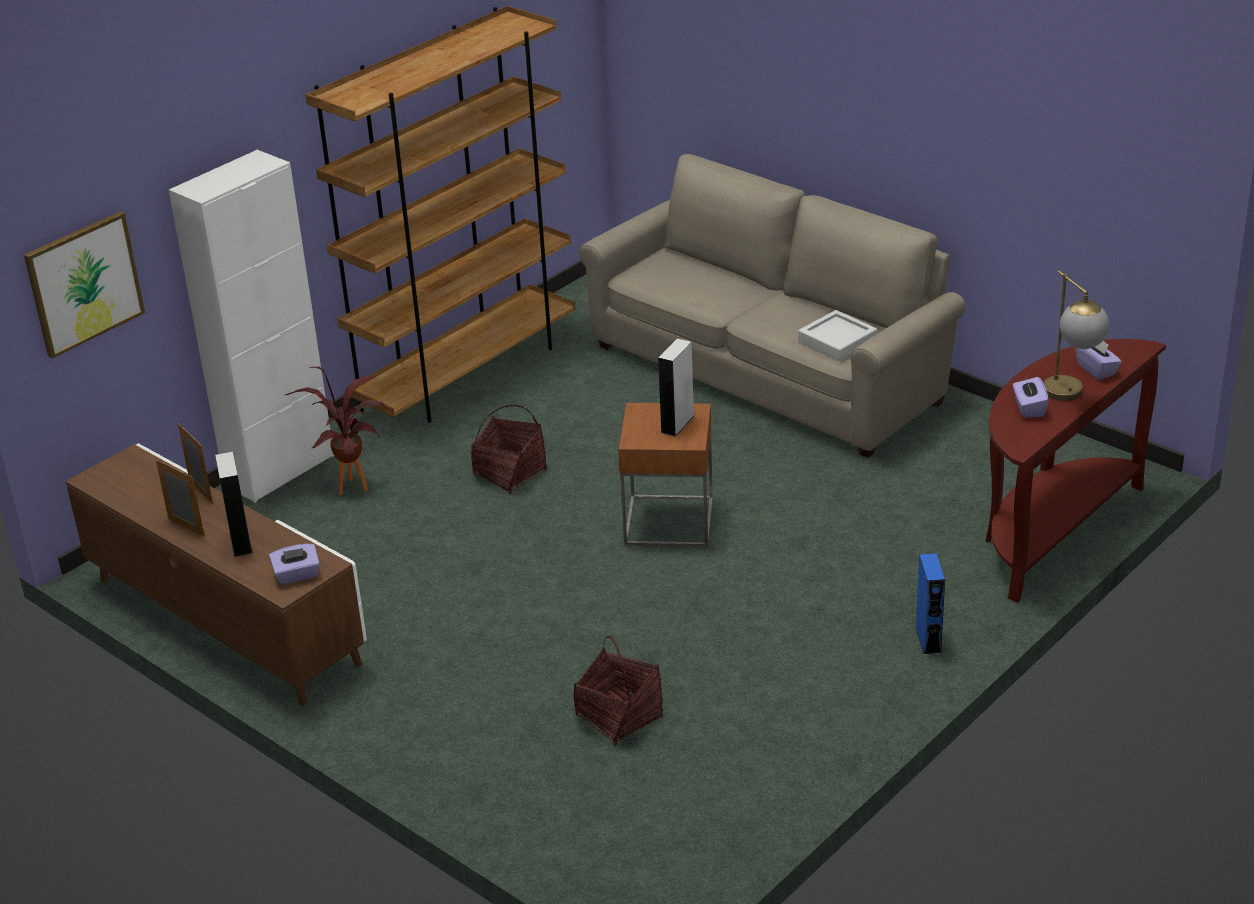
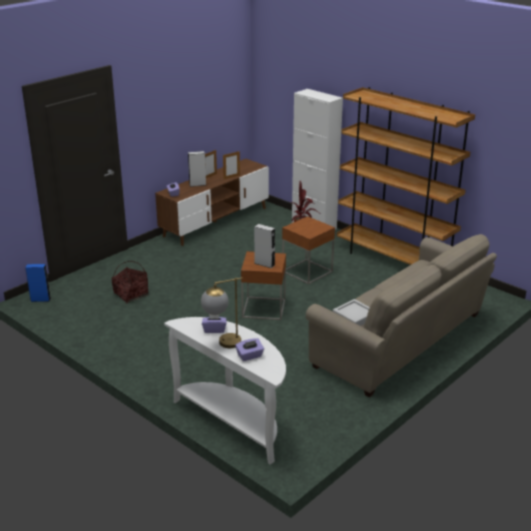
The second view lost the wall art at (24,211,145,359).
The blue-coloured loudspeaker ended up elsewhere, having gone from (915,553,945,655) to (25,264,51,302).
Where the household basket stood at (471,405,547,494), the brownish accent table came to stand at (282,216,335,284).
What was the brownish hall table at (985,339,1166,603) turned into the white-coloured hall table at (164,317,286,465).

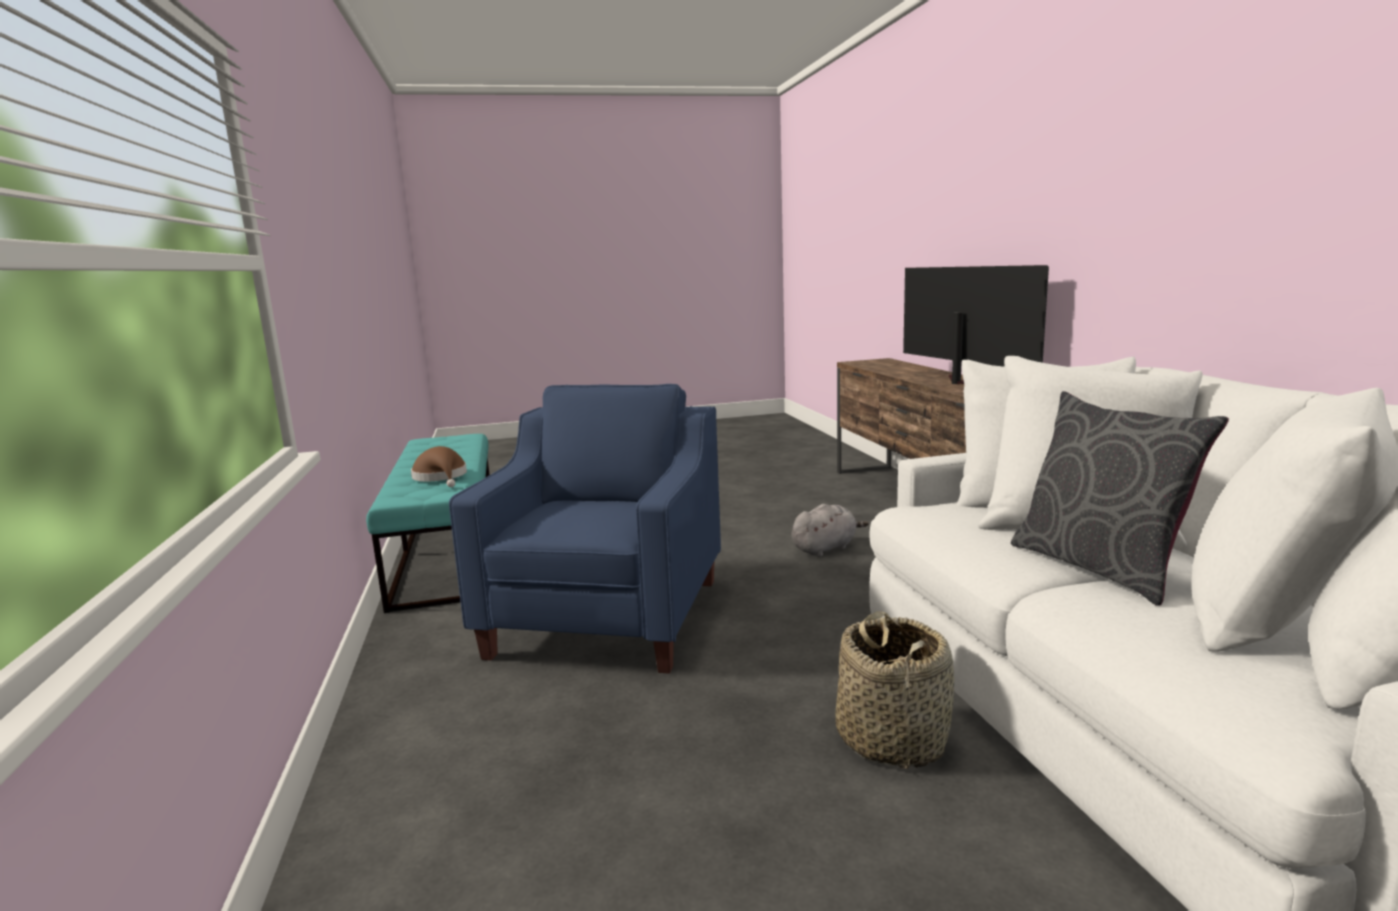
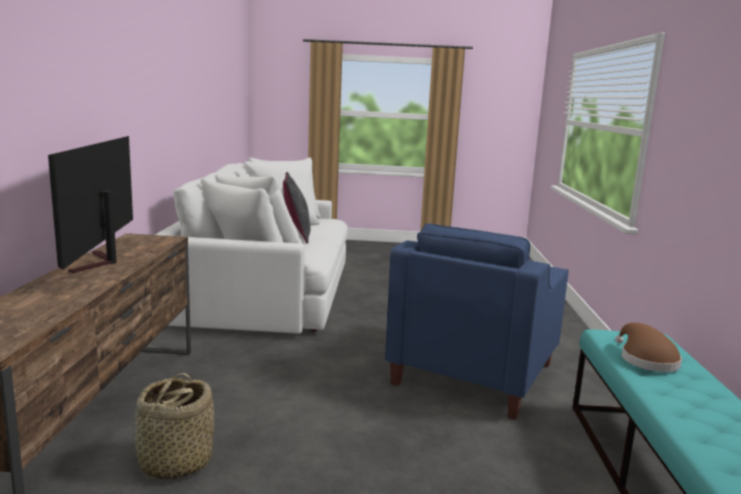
The second view lost the greyish cuddly toy at (792,504,869,557).
The household basket ended up elsewhere, having gone from (836,611,954,769) to (135,373,214,479).

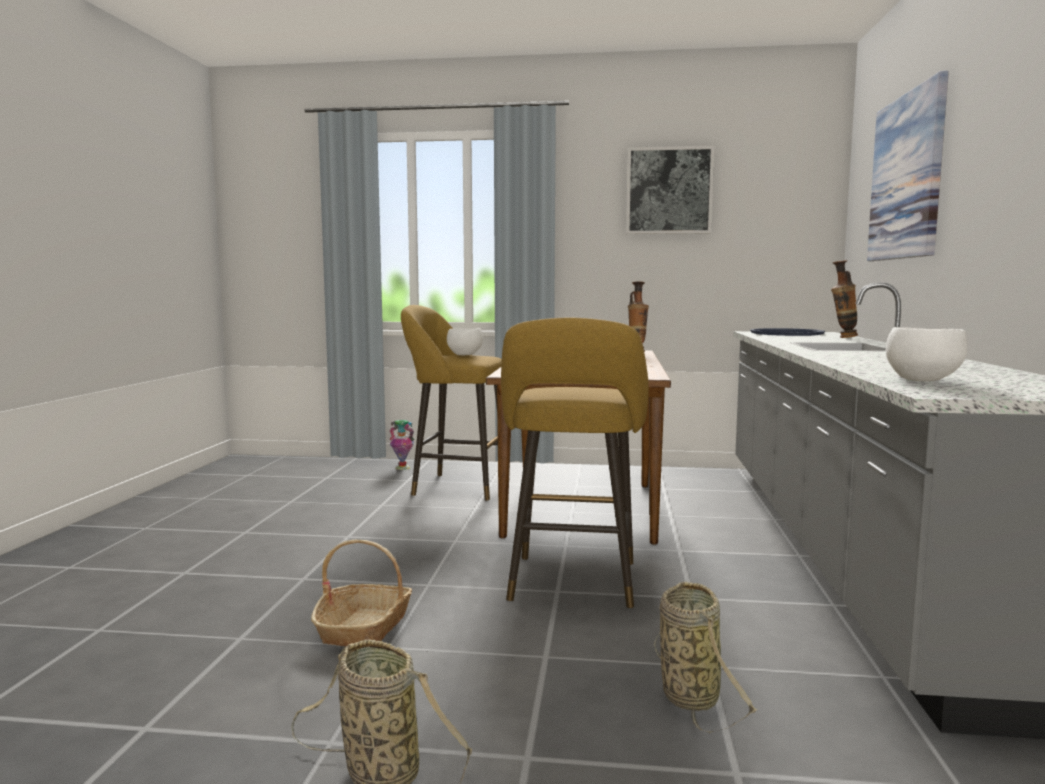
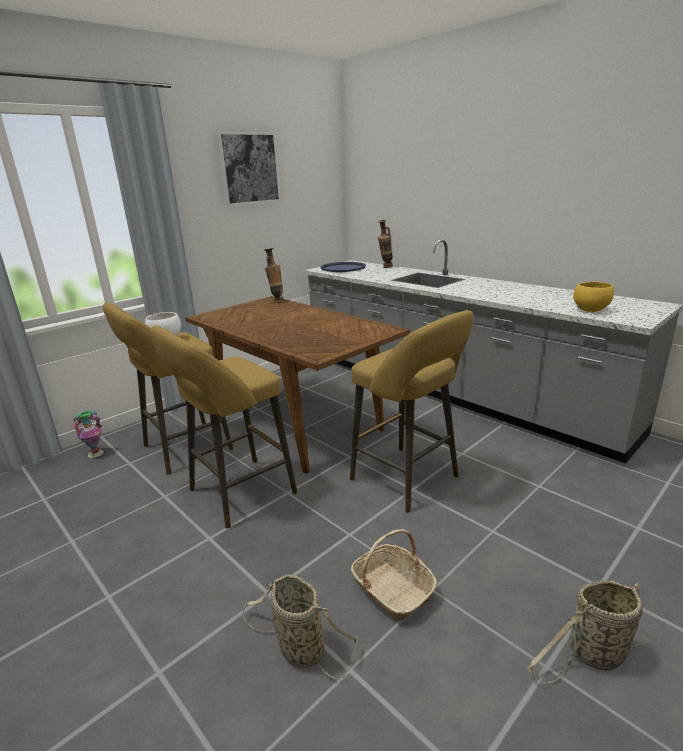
The second view lost the wall art at (867,71,949,261).
The second view gained the yellowish stool at (150,326,297,529).
The household basket ended up elsewhere, having gone from (654,582,757,733) to (243,574,357,679).
What was the white-coloured deep dish at (886,327,967,381) turned into the yellowish deep dish at (573,282,614,312).

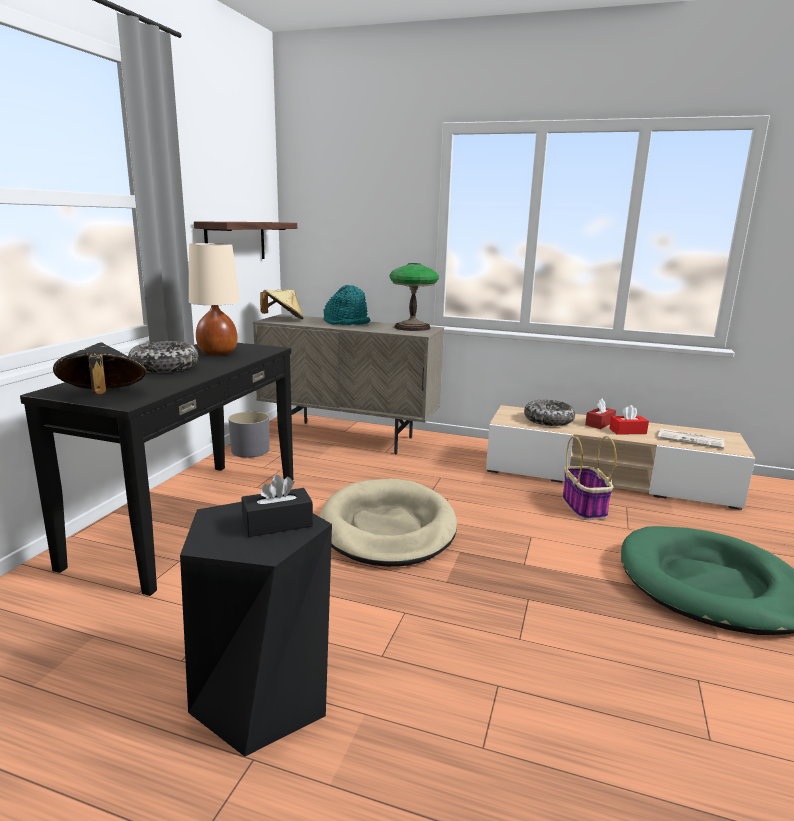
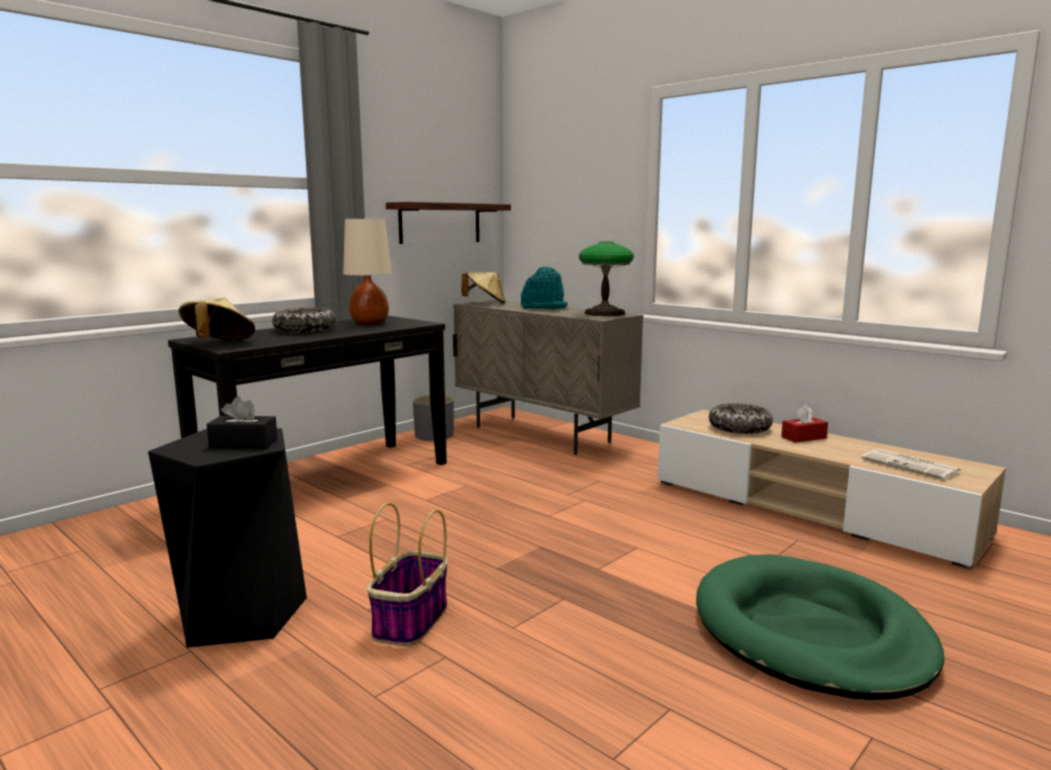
The second view lost the beige-coloured dog cushion at (319,479,457,567).
The second view lost the red-coloured box of tissues at (609,405,649,435).
The household basket ended up elsewhere, having gone from (562,436,616,520) to (367,503,448,646).
What was the blackish clothing hat at (53,342,147,394) turned into the beige-coloured clothing hat at (179,297,255,340).

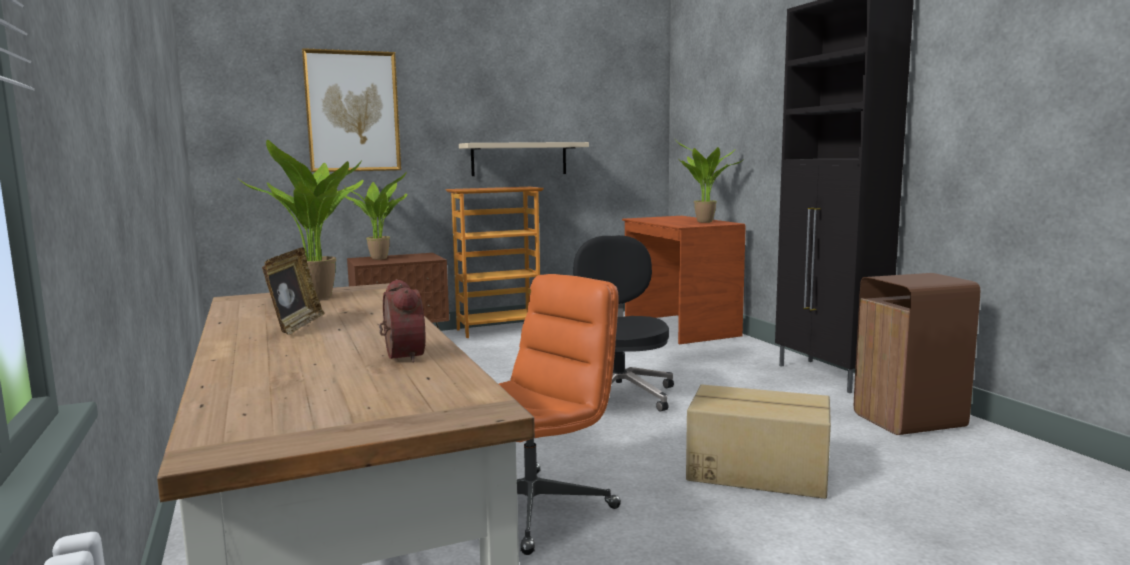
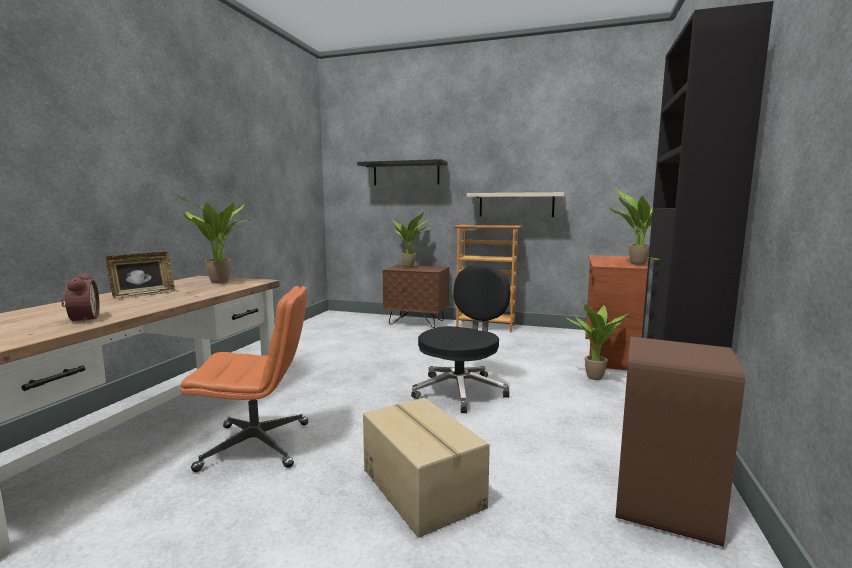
The second view gained the plant in a pot at (564,304,629,380).
Where the wall art hung at (302,48,401,172), the blackish bracket shelf came to hang at (357,159,447,185).
The bedside clock at (379,279,425,363) ended up facing another way, 45 degrees counterclockwise from before.

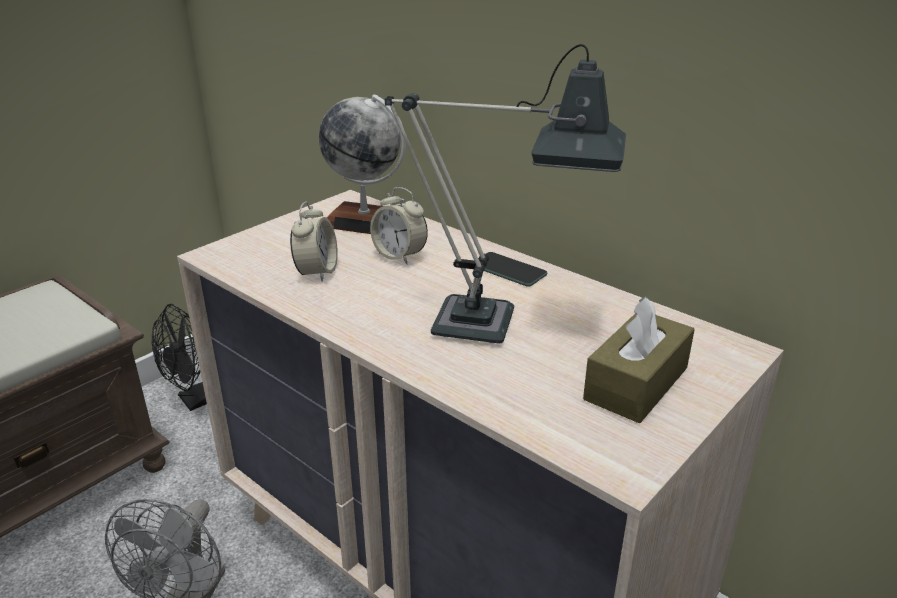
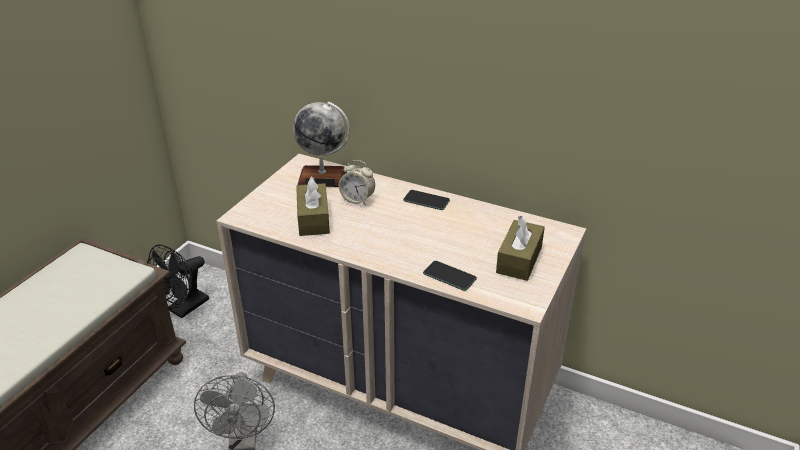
The second view lost the lamp for a table at (385,44,626,344).
The second view gained the handset at (423,261,477,291).
Where the bedside clock stood at (290,201,338,282), the brownish box of tissues came to stand at (296,177,330,236).

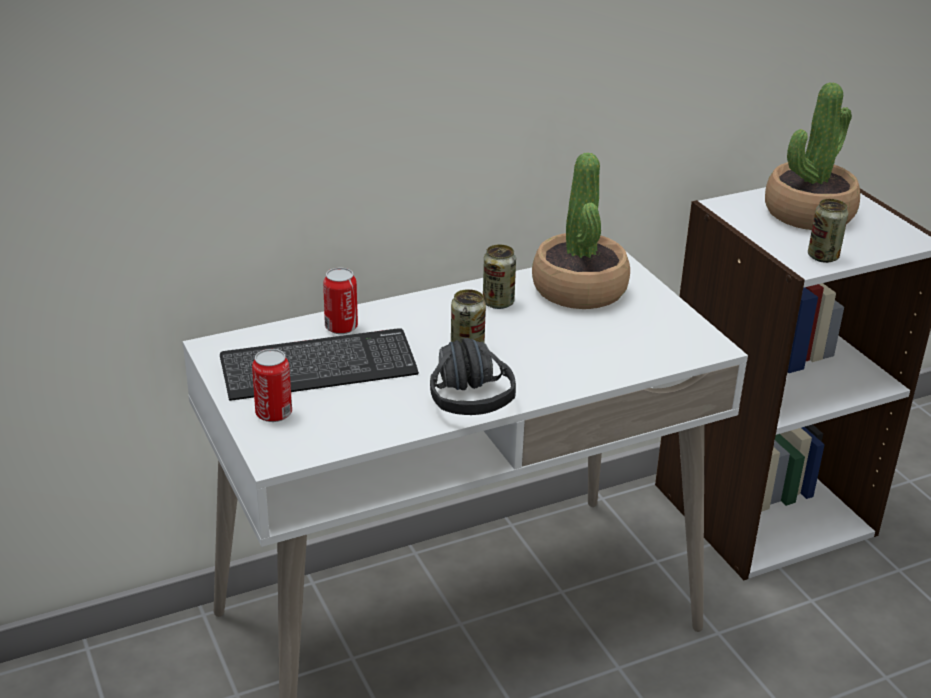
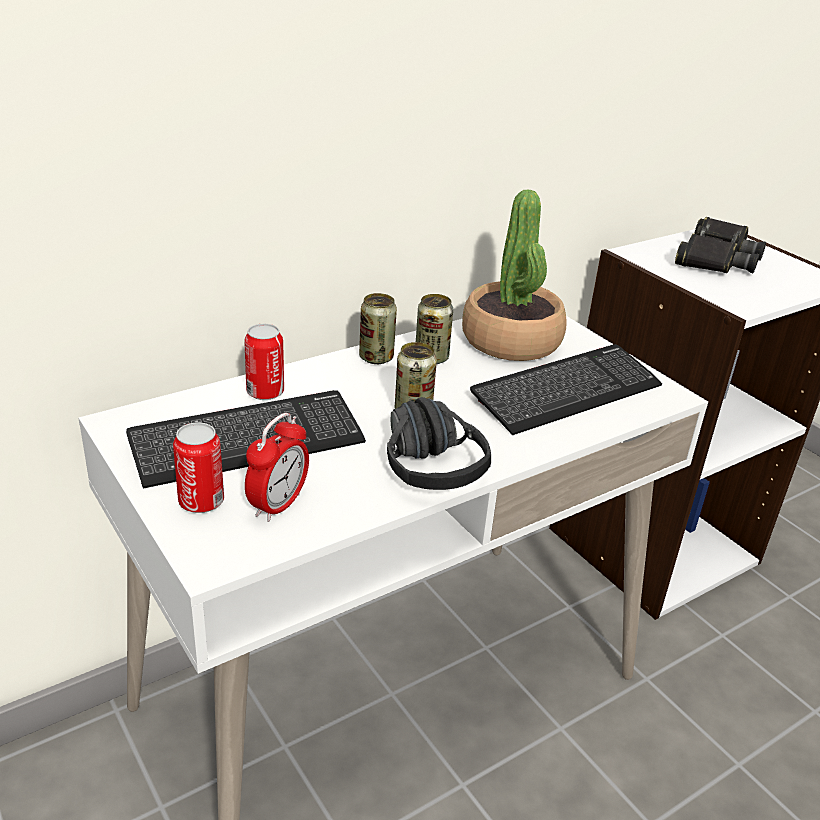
The second view gained the bedside clock at (245,413,309,522).
The second view gained the PC keyboard at (470,344,662,435).
The can ended up elsewhere, having gone from (808,199,848,263) to (359,293,397,364).
Where the plant in a pot stood at (765,82,860,230), the blackish pair of binoculars came to stand at (675,217,766,273).

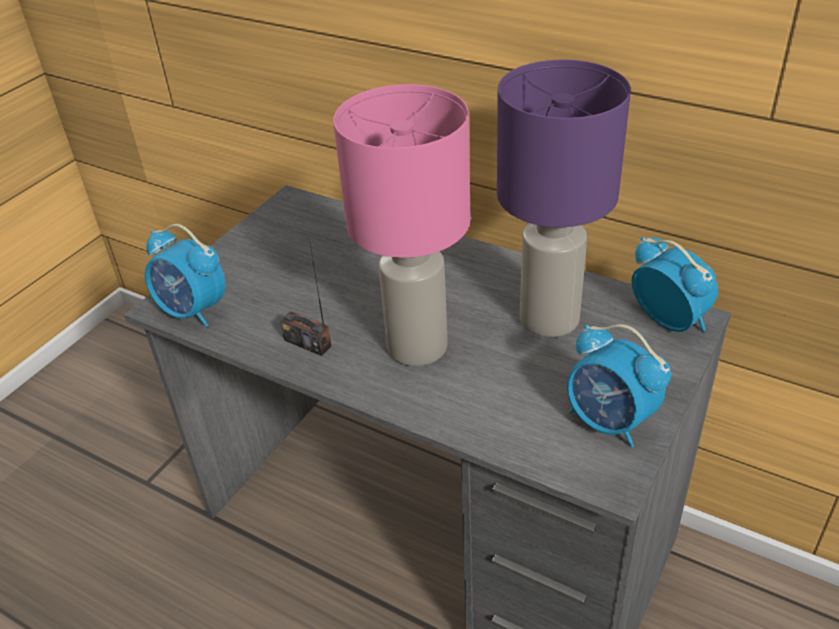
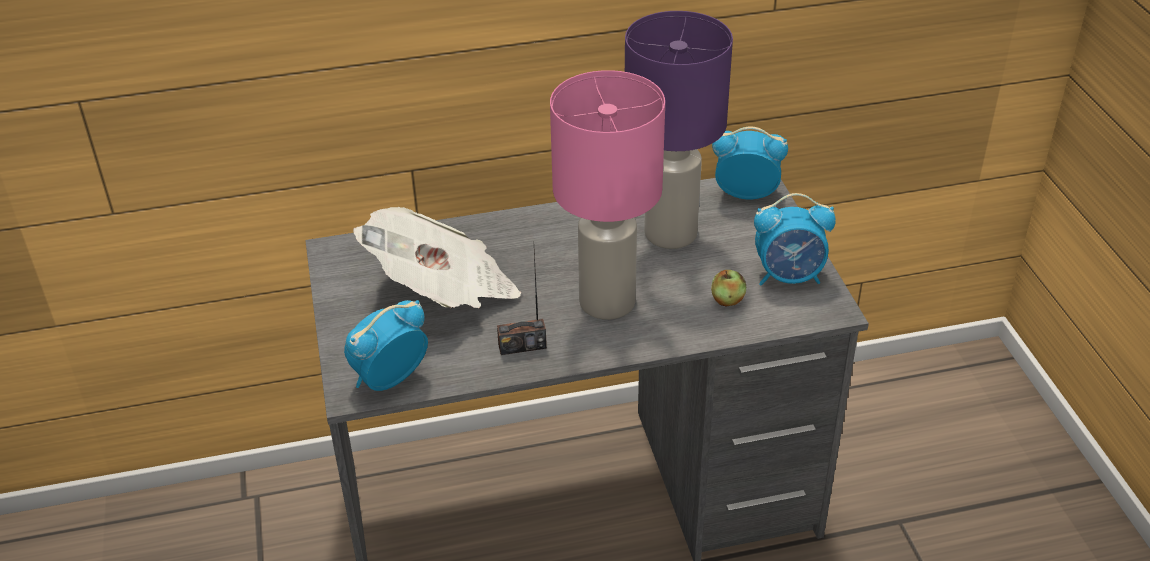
The second view gained the printed paper at (353,207,521,308).
The second view gained the apple fruit at (711,270,746,307).
The bedside clock at (145,224,225,327) ended up facing another way, 150 degrees clockwise from before.

